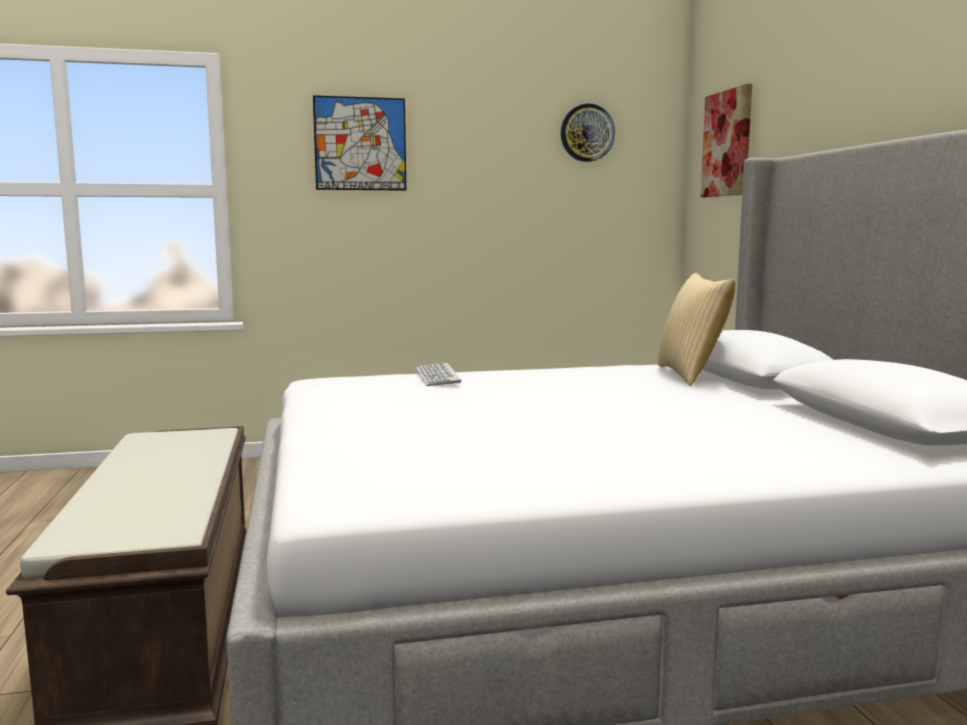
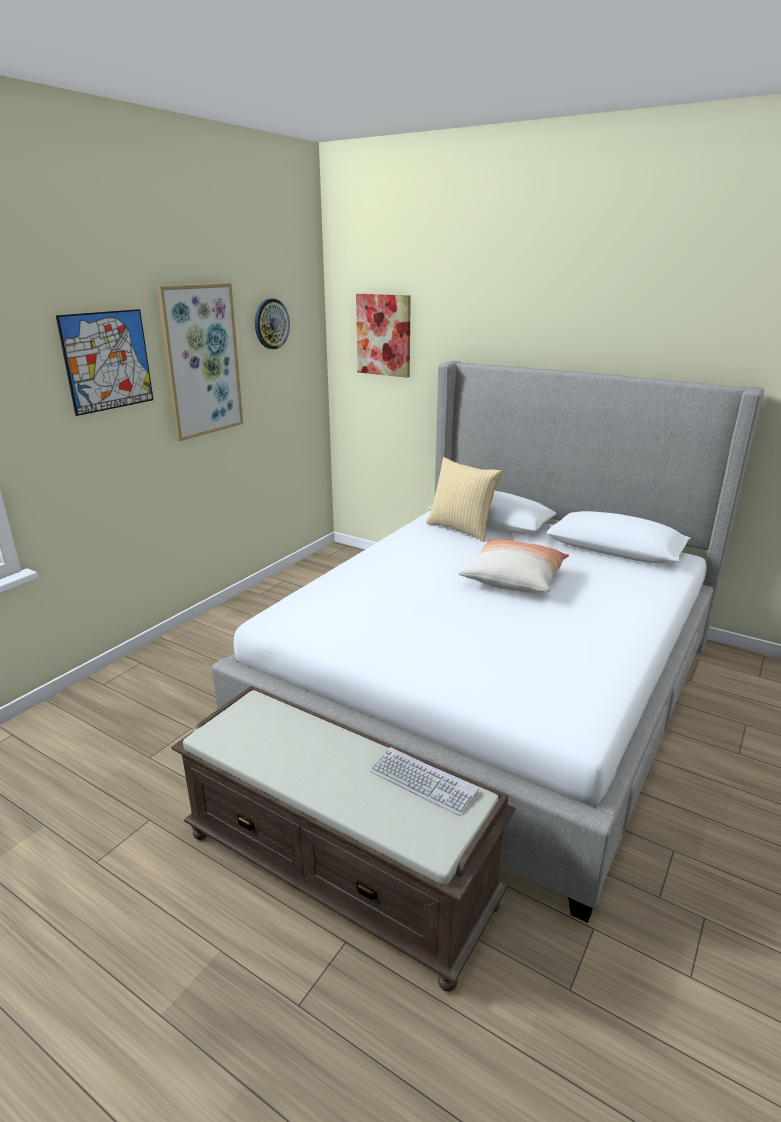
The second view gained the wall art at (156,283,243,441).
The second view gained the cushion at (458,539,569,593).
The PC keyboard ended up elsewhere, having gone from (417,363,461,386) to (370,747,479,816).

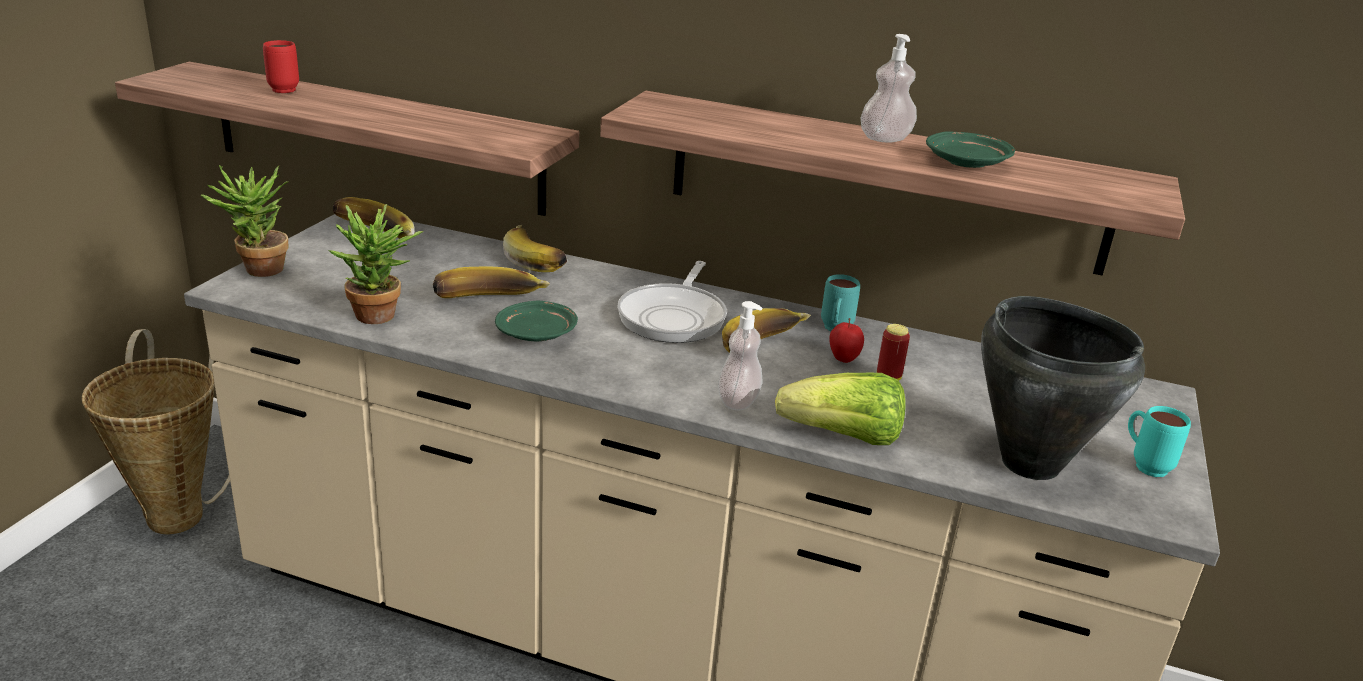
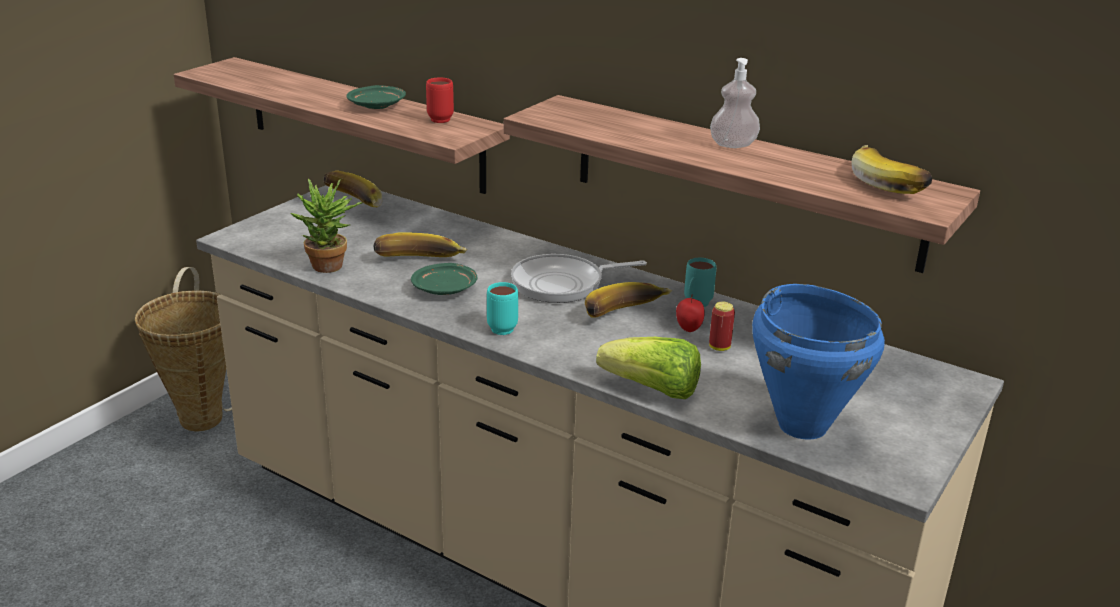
The second view lost the plant in a pot at (200,165,288,277).
The second view lost the liquid soap bottle at (718,301,763,410).
The red-coloured tea mug ended up elsewhere, having gone from (263,40,299,93) to (426,78,454,123).
The whole banana ended up elsewhere, having gone from (503,225,567,272) to (851,145,932,194).
The green flat dish ended up elsewhere, having gone from (926,132,1015,168) to (346,85,406,109).
The turquoise-coloured tea mug ended up elsewhere, having gone from (1128,406,1191,477) to (487,282,518,335).
What was the blackish stockpot at (981,296,1145,480) turned into the blue-coloured stockpot at (752,284,885,439).
The frying pan at (617,261,727,343) ended up facing another way, 45 degrees clockwise from before.

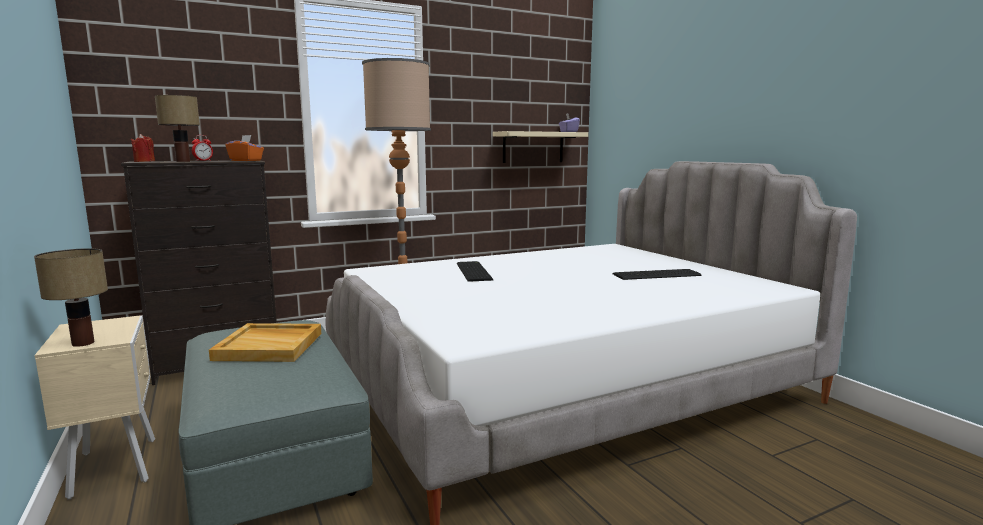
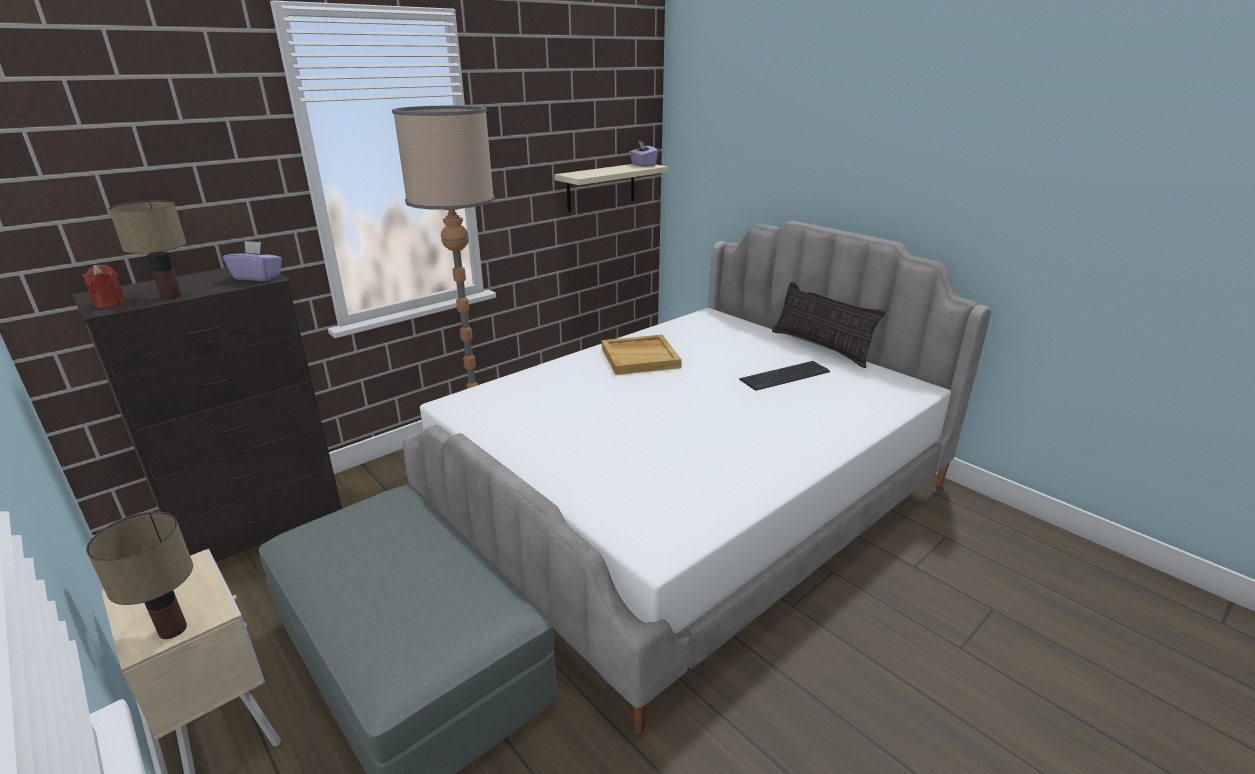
The second view lost the bedside clock at (192,135,213,161).
The second view lost the PC keyboard at (457,261,494,282).
The second view gained the cushion at (772,282,886,368).
The beige-coloured tray ended up elsewhere, having gone from (209,323,321,362) to (602,335,682,375).
What was the orange-coloured box of tissues at (225,135,264,161) turned into the purplish box of tissues at (223,241,282,281).

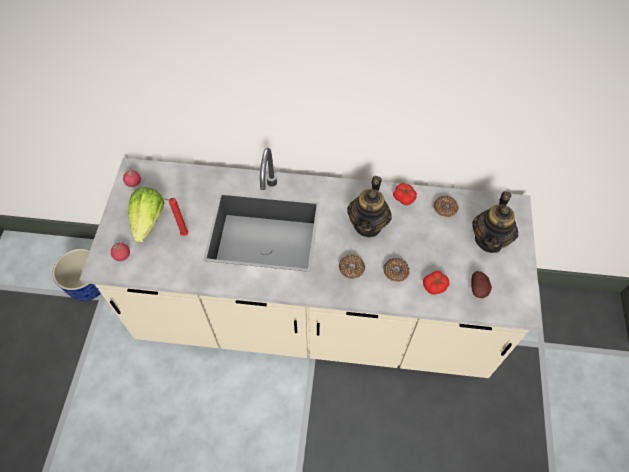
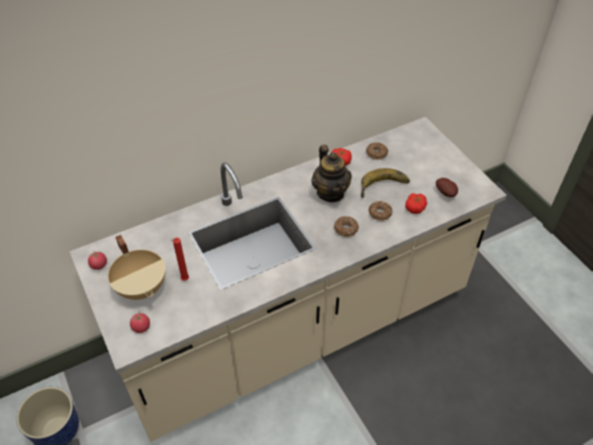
The second view lost the tea pot at (472,191,518,253).
The second view gained the whole banana at (360,168,410,198).
Where the lettuce stood at (128,187,165,242), the beige-coloured stockpot came to stand at (108,235,166,300).

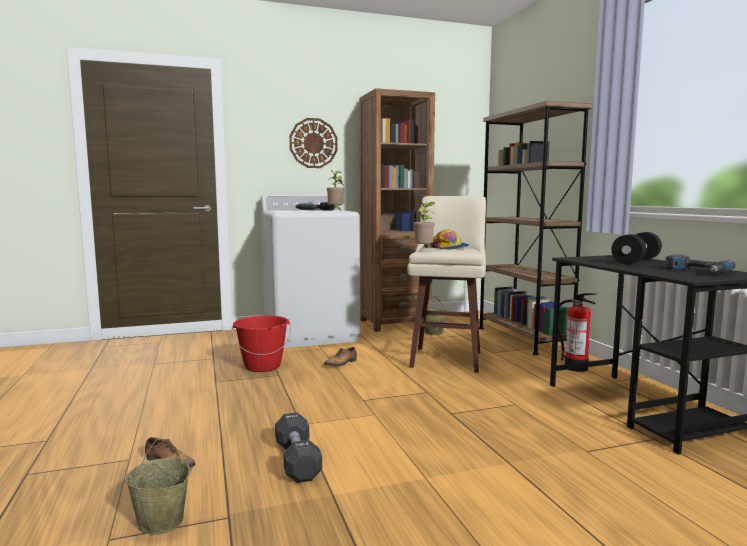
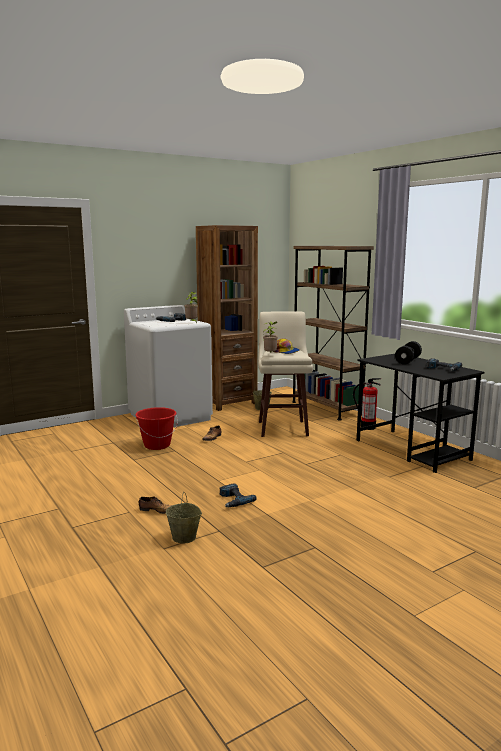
The second view lost the clock on the wall at (289,118,338,168).
Where the blackish hand weight stood at (275,412,322,483), the drill came to stand at (219,483,257,507).

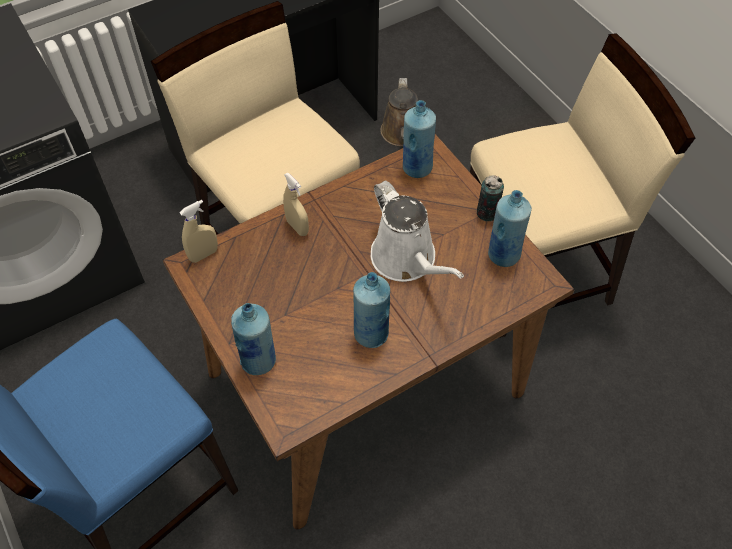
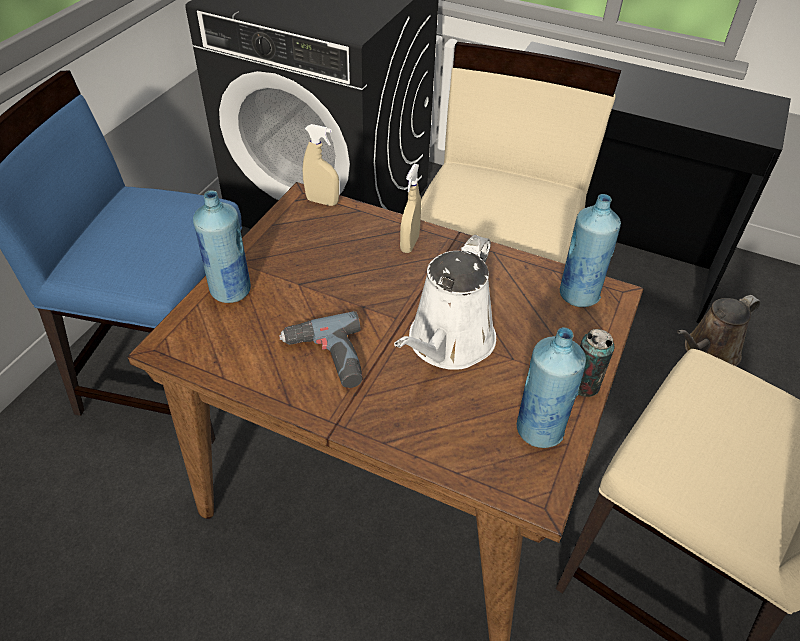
Where the blue-coloured beverage bottle stood at (353,272,390,348), the drill came to stand at (279,311,363,388).

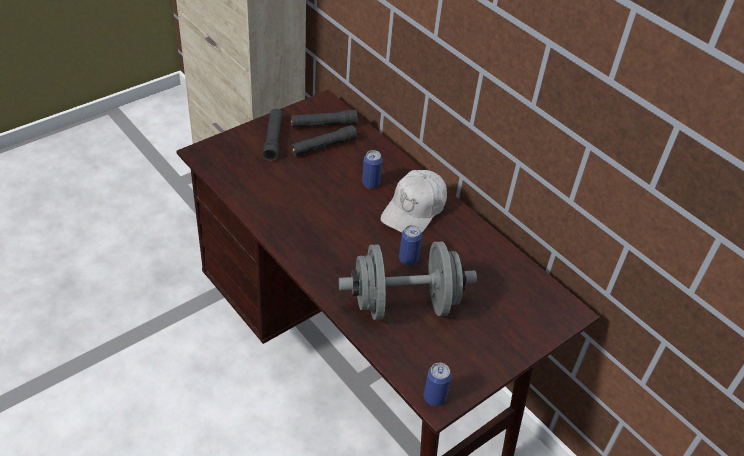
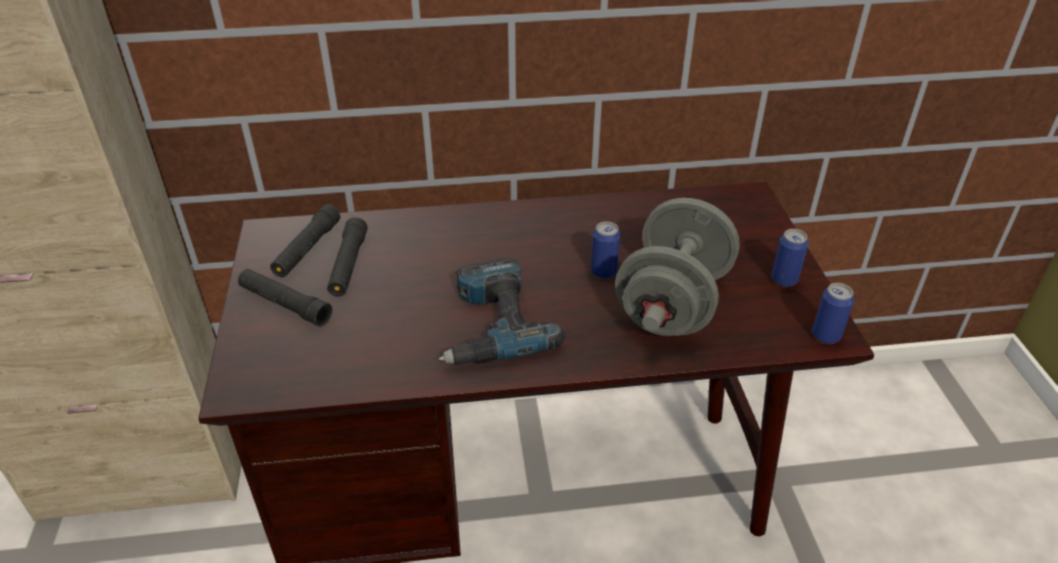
The second view lost the white-coloured peaked cap at (381,170,447,232).
The second view gained the drill at (439,258,565,365).
The can ended up elsewhere, having gone from (362,150,382,189) to (771,229,809,287).

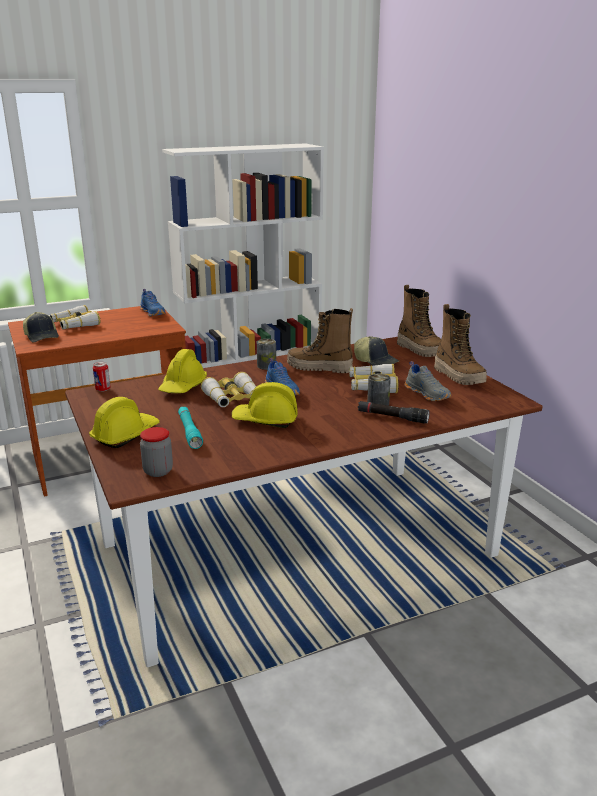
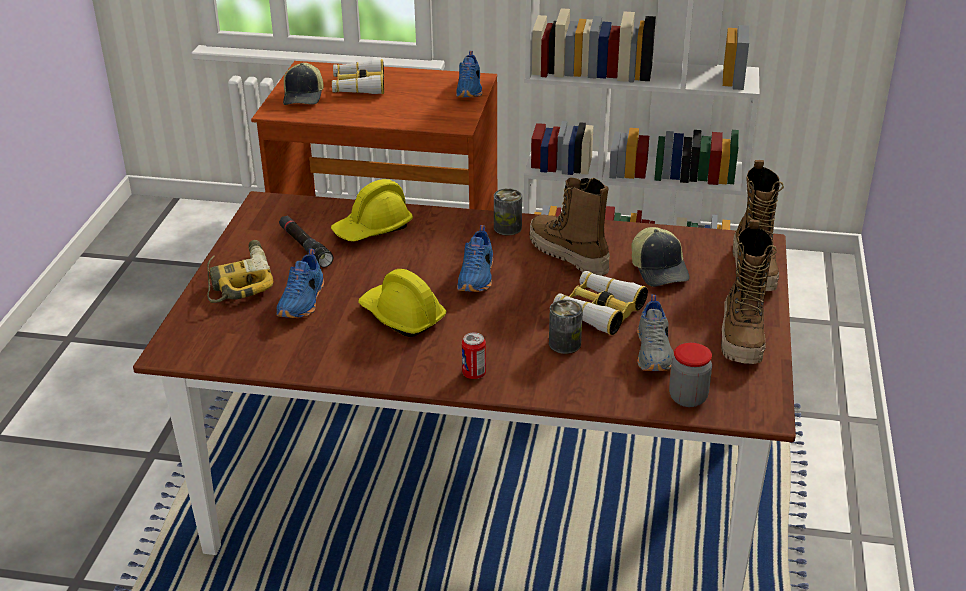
The second view lost the pair of binoculars at (201,372,256,407).
The can ended up elsewhere, having gone from (93,362,111,392) to (462,332,486,379).
The storage jar ended up elsewhere, having gone from (140,427,173,477) to (669,343,712,407).
The blackish hand torch ended up elsewhere, having gone from (358,401,430,423) to (279,216,333,267).
Where the yellowish safety helmet stood at (89,397,160,448), the drill came to stand at (207,240,273,303).
Where the turquoise-coloured hand torch stood at (178,407,203,449), the blue-coloured item of footwear came to stand at (277,248,324,318).

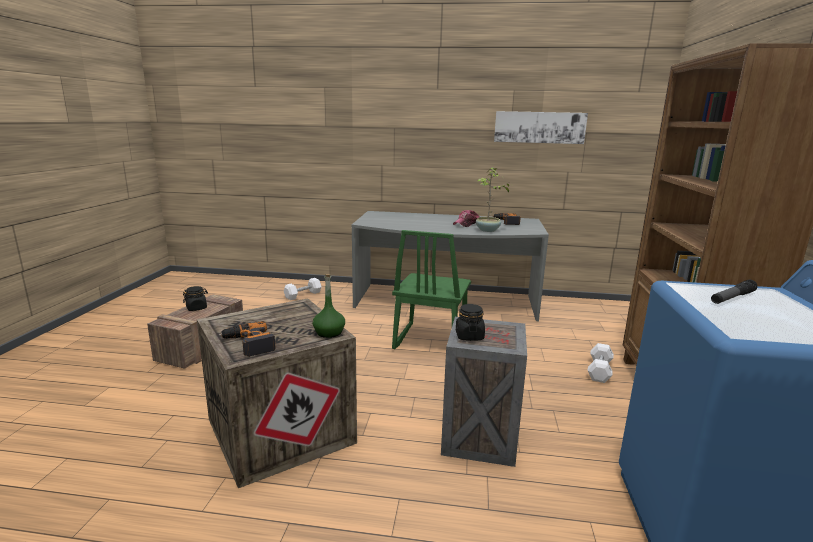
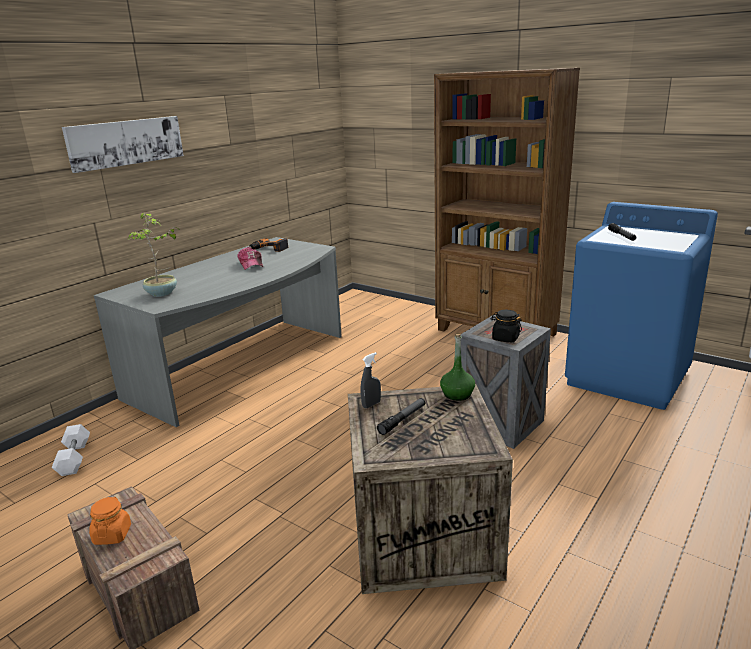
The second view lost the drill at (219,321,276,357).
The second view lost the green chair at (392,230,471,349).
The second view lost the white-coloured hand weight at (588,343,614,383).
The second view gained the greyish hand sprayer at (360,352,381,408).
The second view gained the hand torch at (377,398,426,435).
The plant in a pot ended up elsewhere, having gone from (476,168,512,232) to (129,213,180,297).
The wall art ended up elsewhere, having gone from (494,111,588,144) to (62,116,184,173).
What was the blackish storage jar at (183,286,208,311) turned into the orange-coloured storage jar at (89,497,131,545).

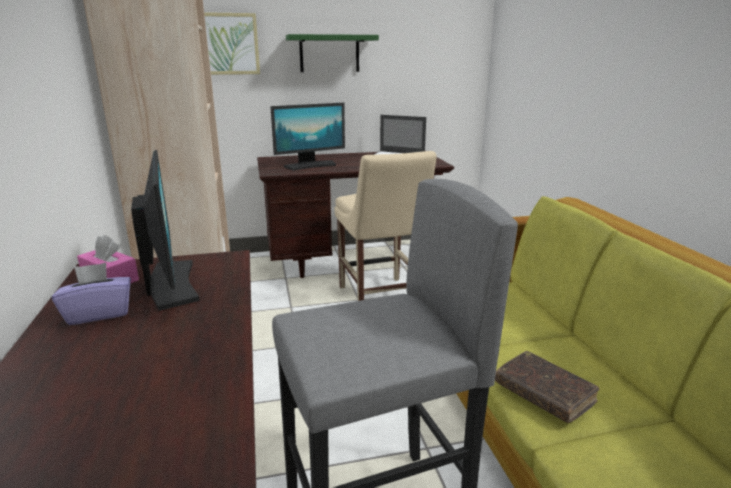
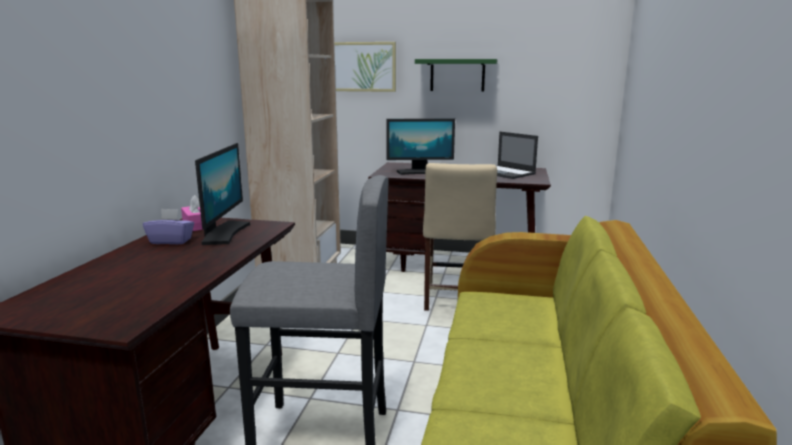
The second view lost the brownish volume at (495,351,600,423).

